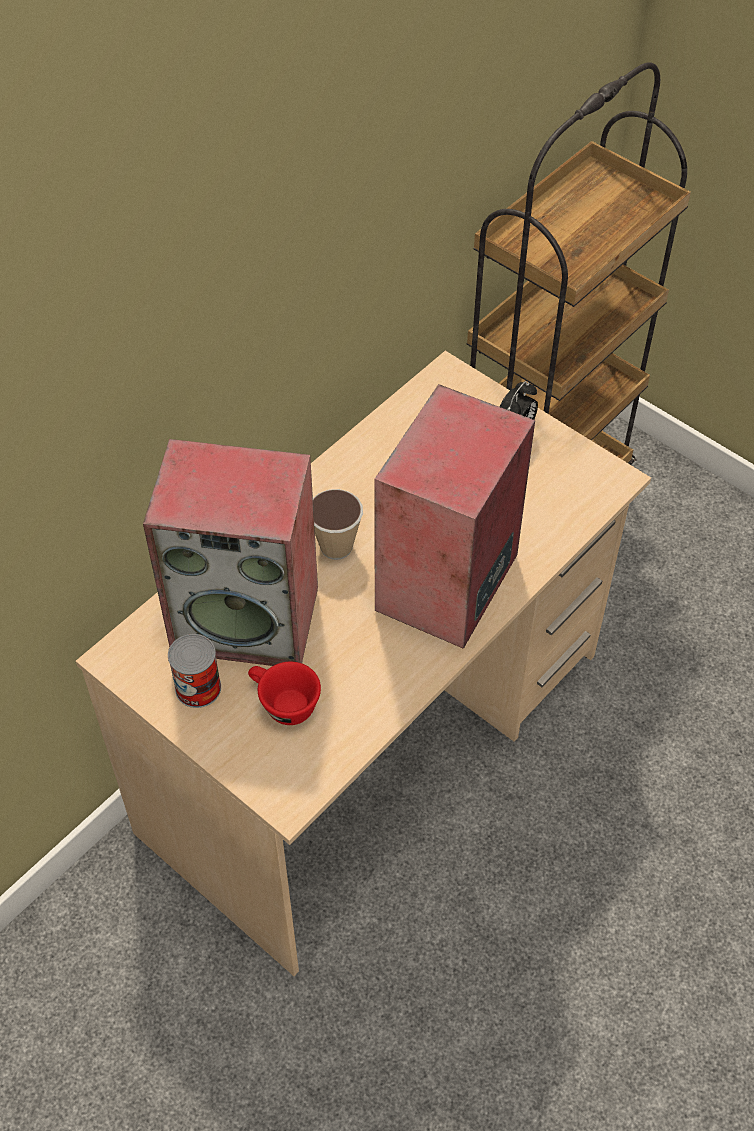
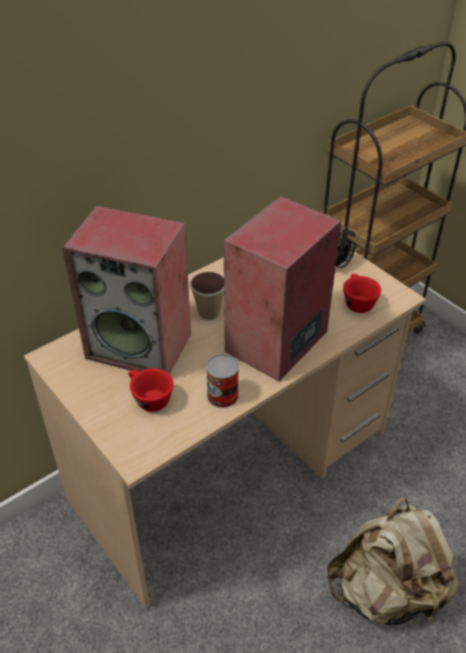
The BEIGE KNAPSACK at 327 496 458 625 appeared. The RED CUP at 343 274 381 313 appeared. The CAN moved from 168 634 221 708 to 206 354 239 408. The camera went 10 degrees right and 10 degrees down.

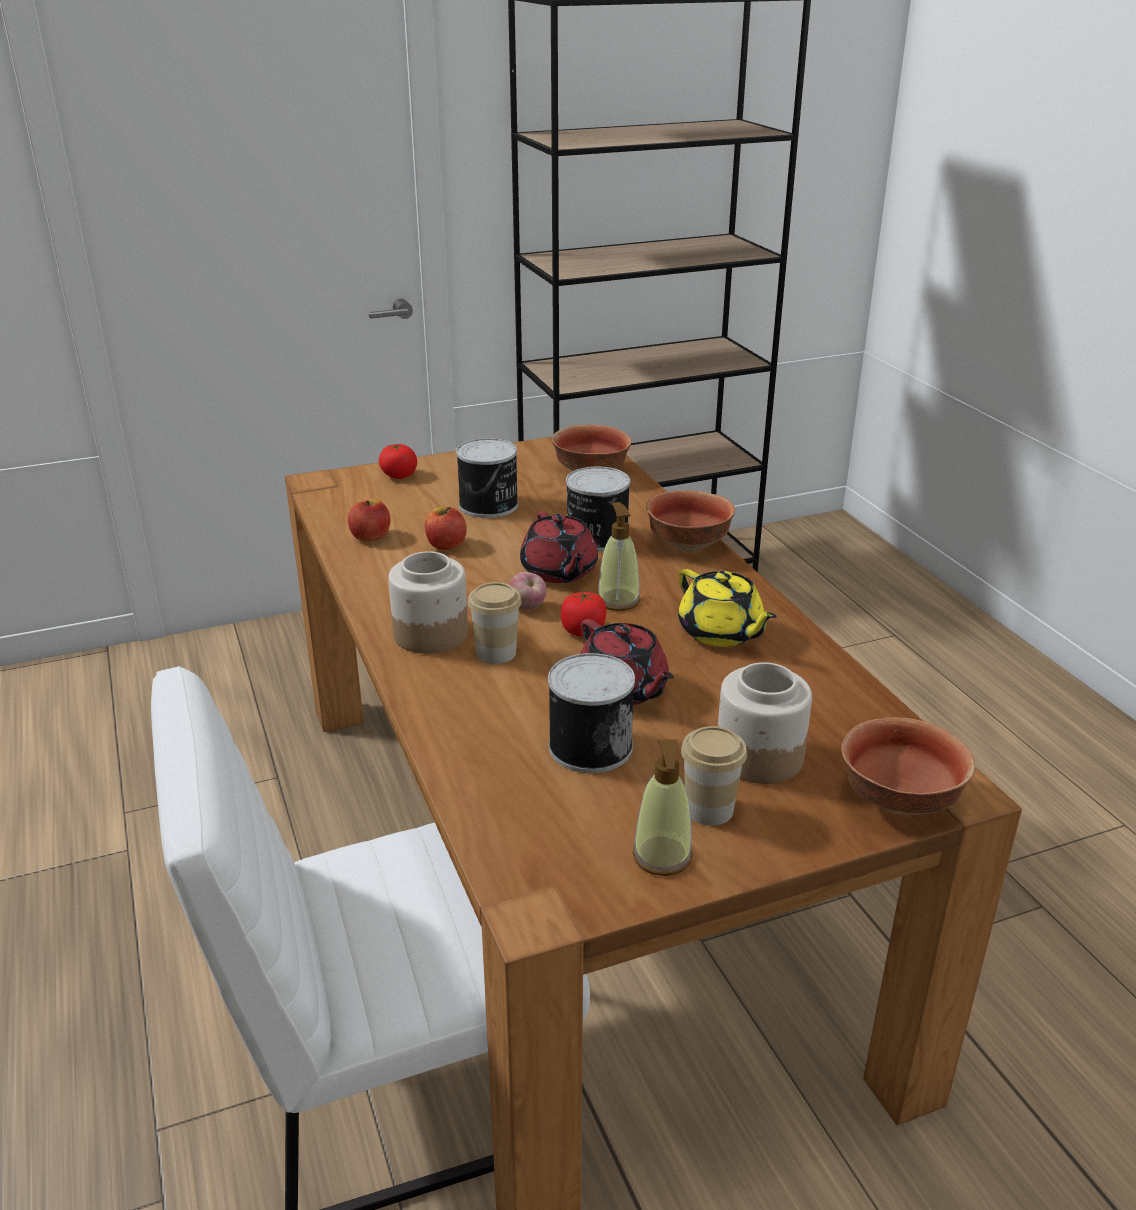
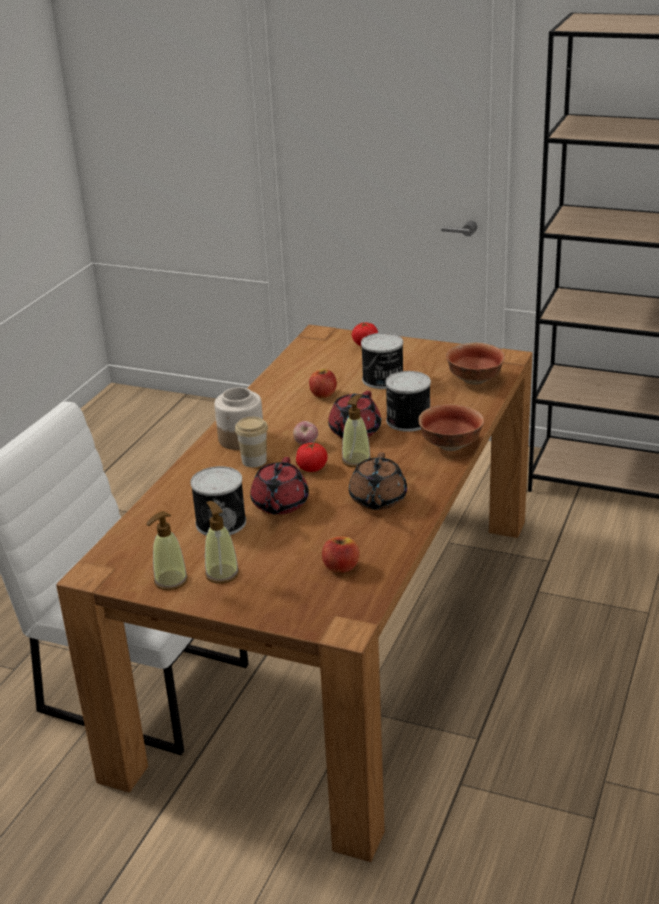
The PRESERVE JAR at 718 662 812 784 disappeared. The DEEP DISH at 841 717 975 815 disappeared. The APPLE moved from 348 499 391 542 to 322 536 360 573. The CUP at 681 726 747 826 was replaced by the SOAP BOTTLE at 205 501 239 584. The YELLOWISH TEAPOT at 678 569 777 647 became the BROWN-COLOURED TEAPOT at 349 452 407 510. The camera went 45 degrees right and 0 degrees up.

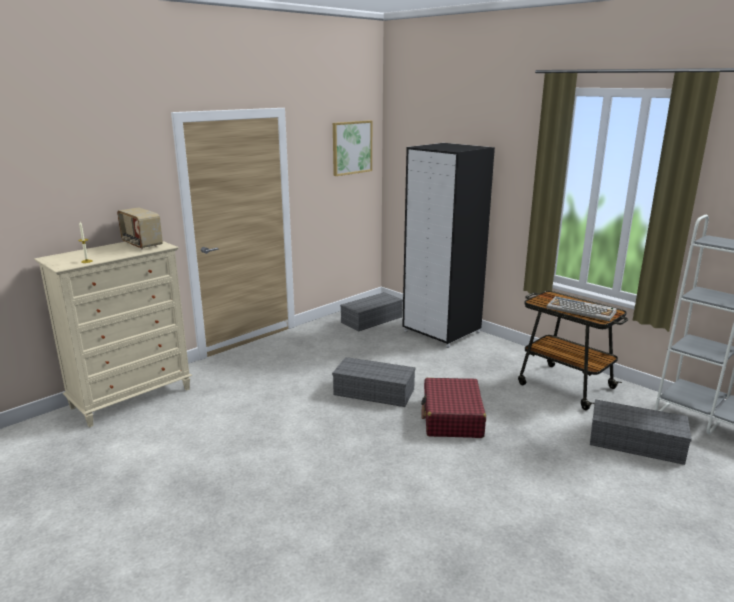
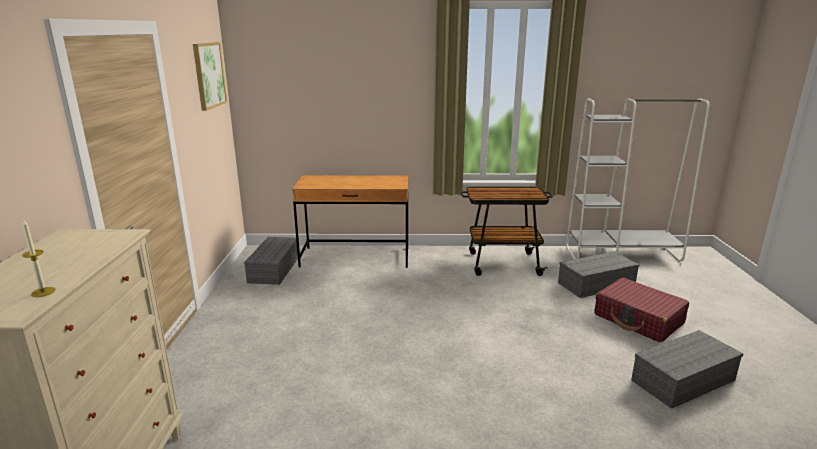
The RADIO at 117 207 163 250 disappeared. The KEYBOARD at 547 296 617 321 disappeared. The GRAY STORAGE CONTAINER moved from 332 357 416 407 to 631 330 743 409. The RED SUITCASE moved from 421 378 486 438 to 594 277 689 343. The WARDROBE at 402 143 495 348 was replaced by the BROWN-COLOURED DESK at 292 175 408 268. The camera went 45 degrees left and 0 degrees up.

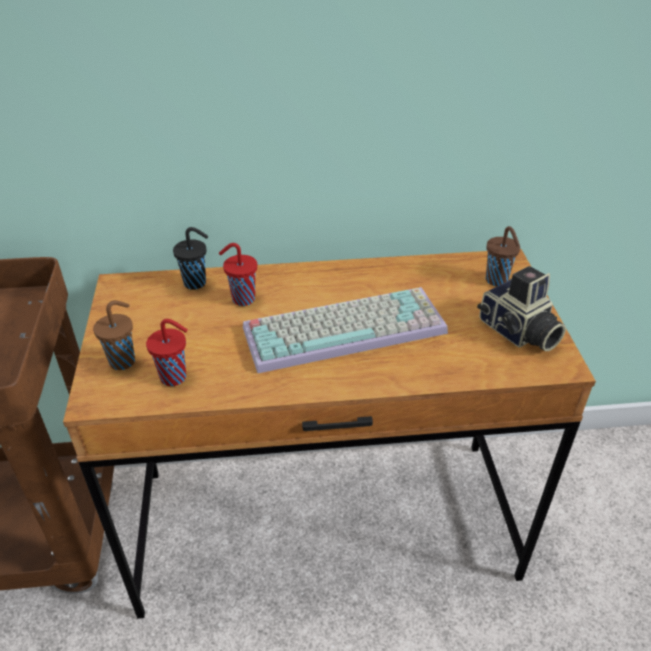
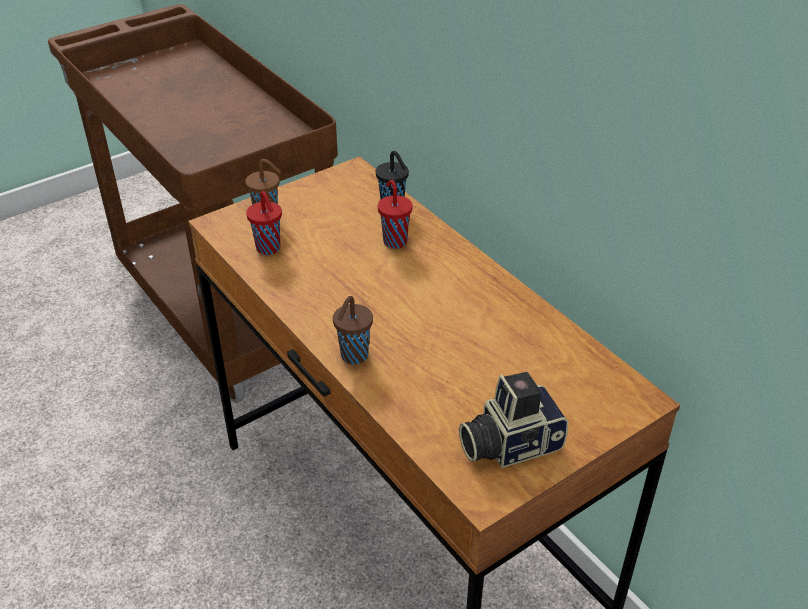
The KEYBOARD at 243 287 448 373 disappeared. The BROWN-COLOURED CUP moved from 486 226 520 286 to 333 296 373 364. The PHOTO CAMERA at 477 266 566 351 turned 45 degrees clockwise. The camera went 60 degrees right and 0 degrees up.

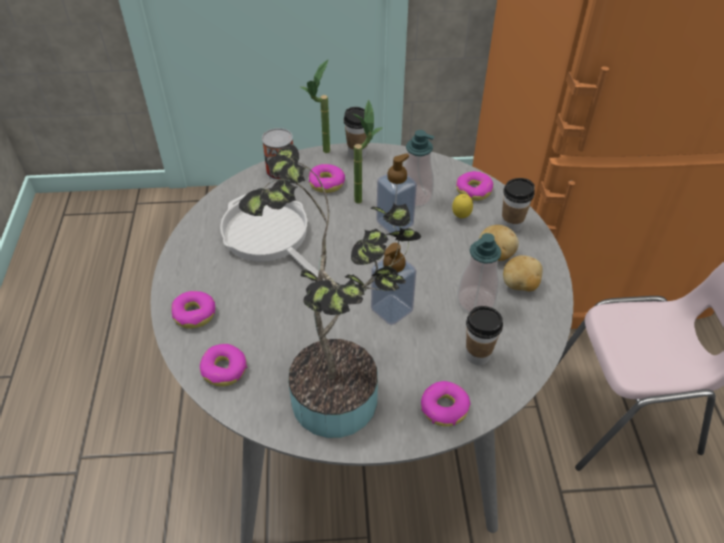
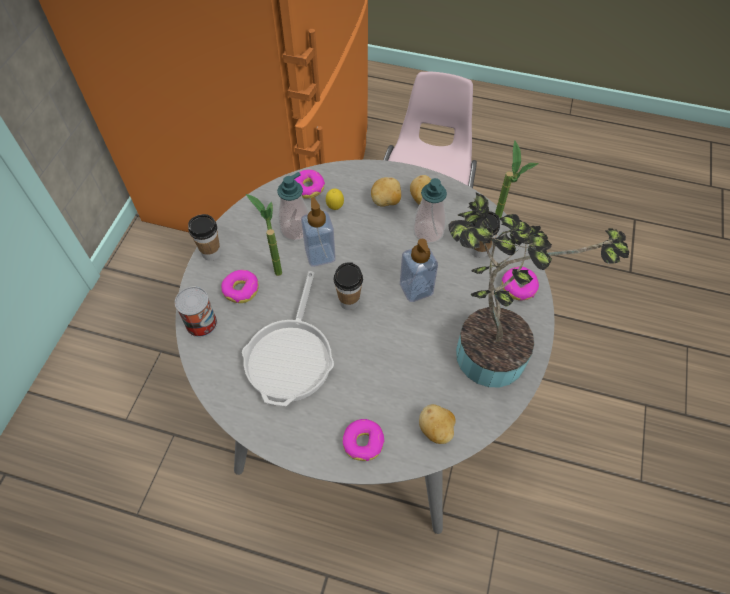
The POTTED PLANT moved from 301 60 330 153 to 495 141 539 218. The CUP moved from 501 178 535 232 to 334 262 363 310. The DOUGHNUT at 200 344 247 387 was replaced by the WHOLE POTATO at 419 404 456 444. The PAN at 220 194 325 280 turned 60 degrees counterclockwise. The camera went 70 degrees left and 10 degrees up.

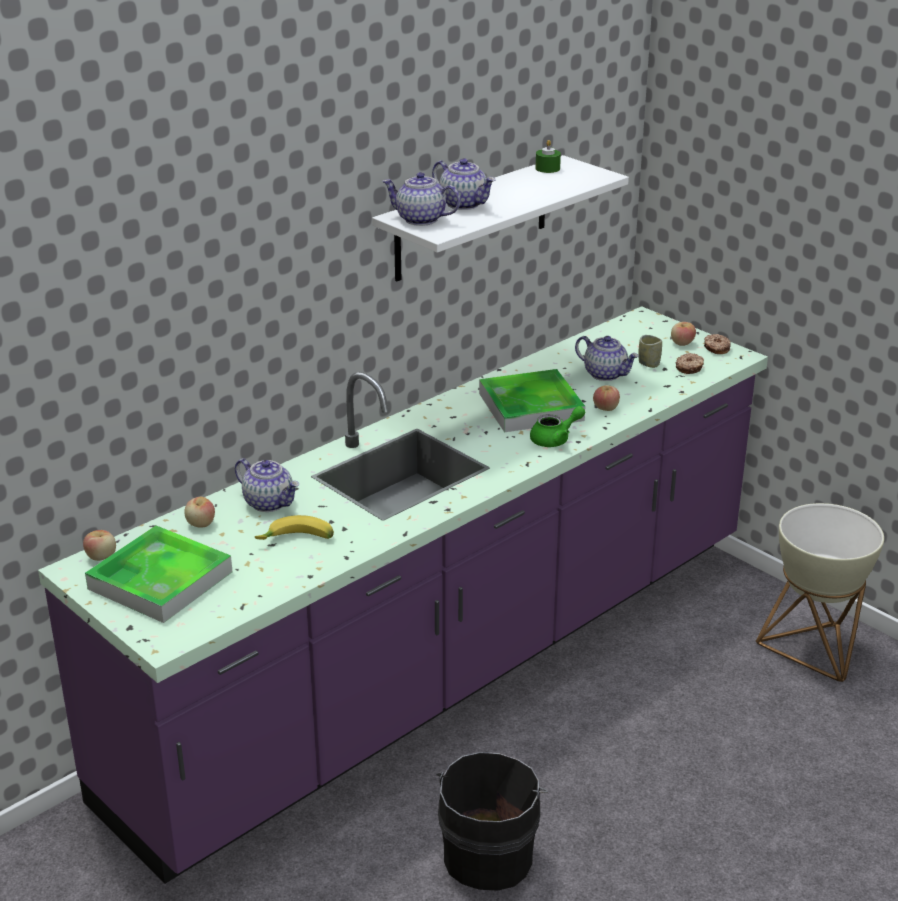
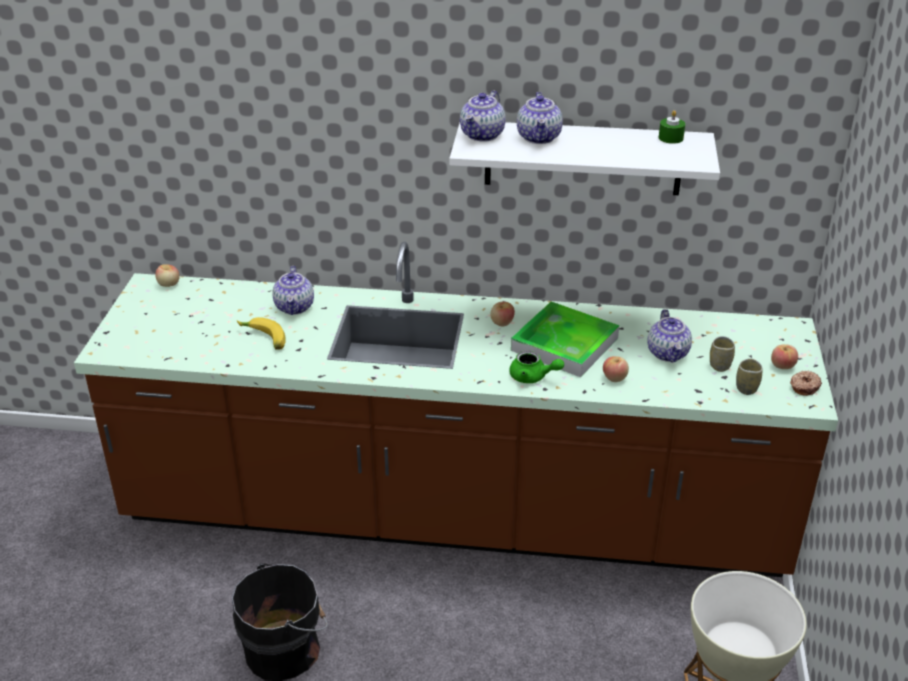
The CARRYING TRAY at 85 525 232 623 disappeared. The APPLE moved from 184 497 215 528 to 490 302 515 326. The DOUGHNUT at 676 353 704 374 was replaced by the CUP at 736 358 763 395. The PURPLISH KITCHEN COUNTER at 38 306 768 884 became the BROWN-COLOURED KITCHEN COUNTER at 74 242 838 577. The TEAPOT at 382 172 461 226 turned 135 degrees counterclockwise. The camera went 50 degrees right and 5 degrees up.

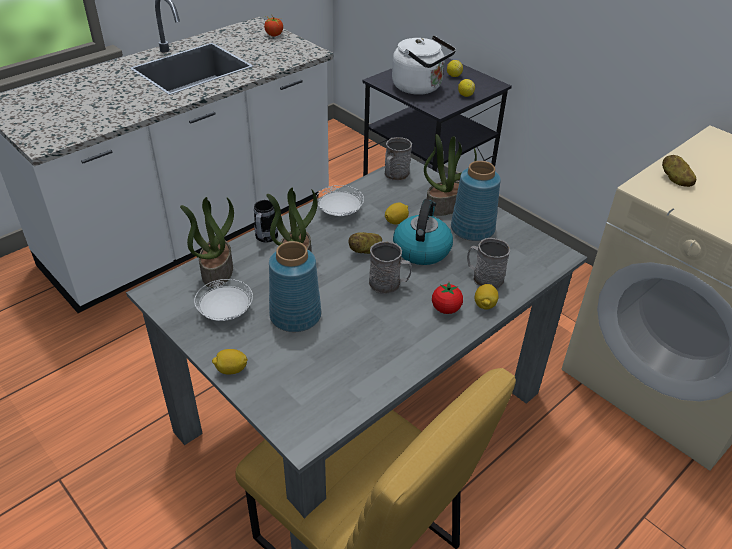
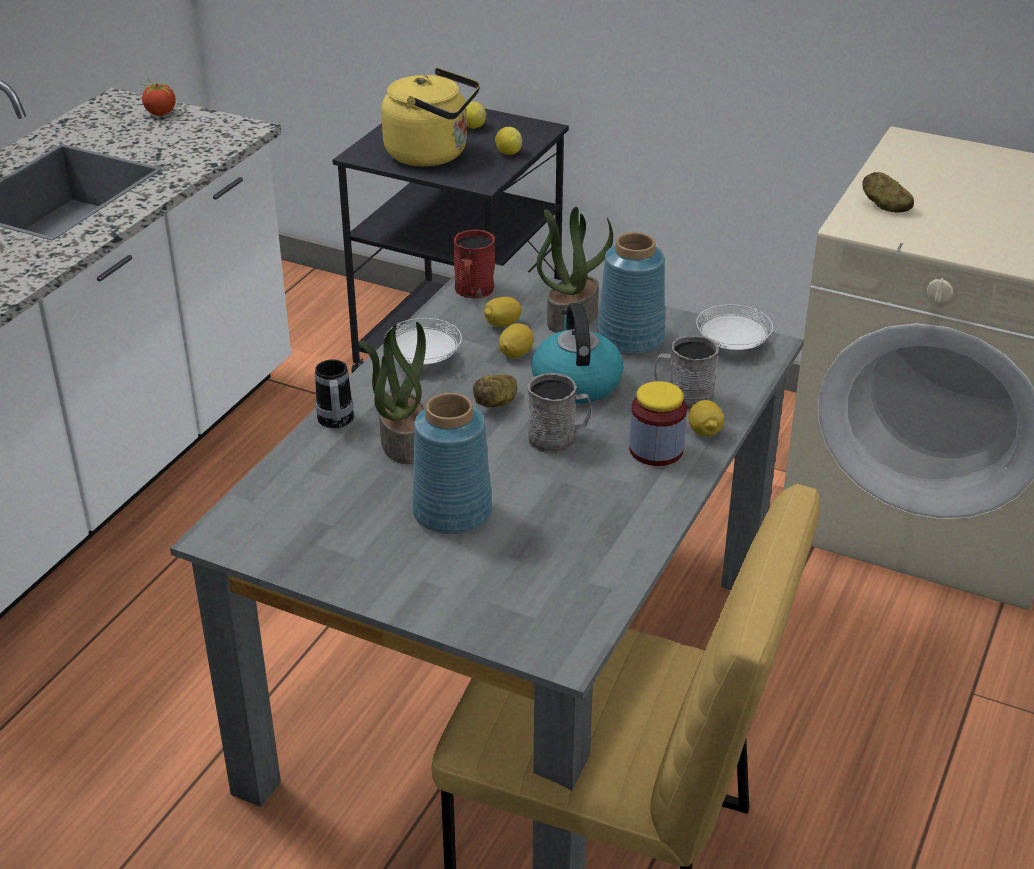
The POTTED PLANT at 180 197 234 288 disappeared. The WHITISH PLATE moved from 194 279 253 321 to 696 304 773 350. The LEMON moved from 212 349 248 375 to 484 297 521 327. The FRESH TOMATO at 432 282 463 314 was replaced by the PRESERVE JAR at 630 381 687 466. The GRAY MUG at 385 137 412 181 became the RED MUG at 454 229 495 298. The WHITISH KETTLE at 392 35 456 95 became the YELLOWISH KETTLE at 381 68 480 167. The camera went 20 degrees left and 5 degrees down.

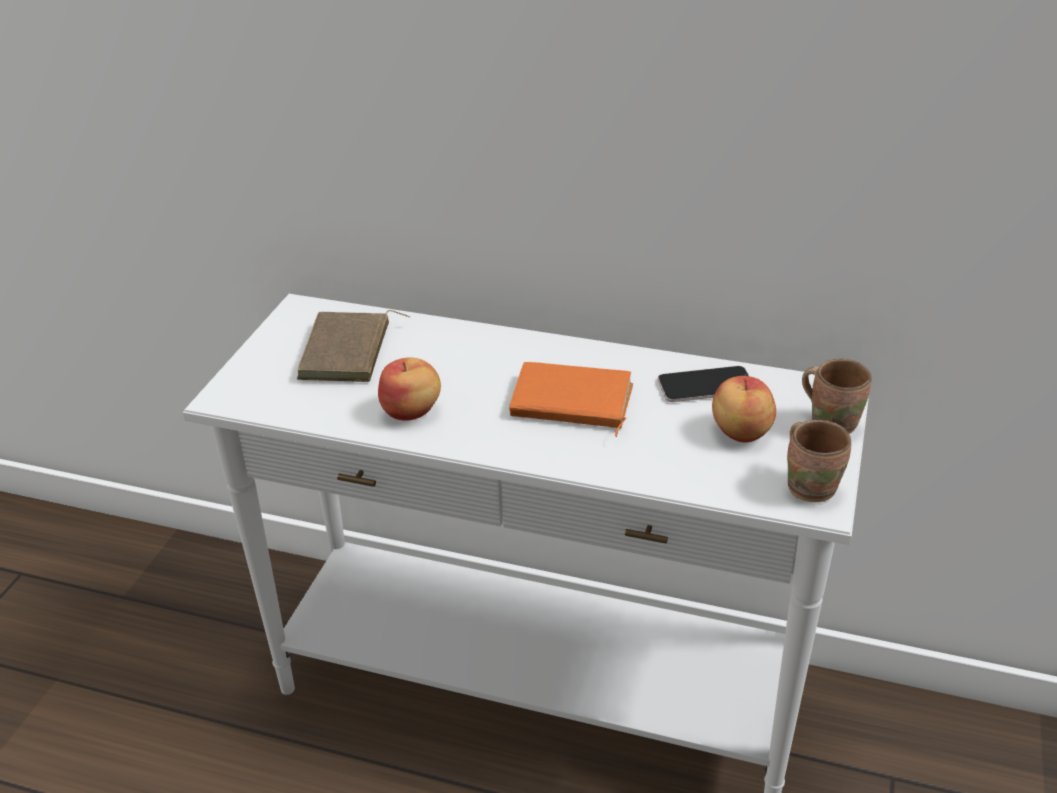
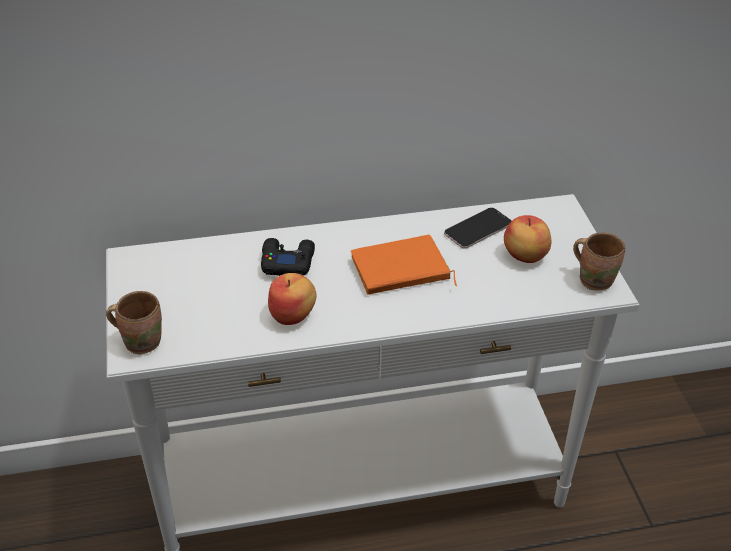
The BROWN-COLOURED BOUND BOOK at 297 310 410 382 disappeared. The BLACK-COLOURED JOYPAD at 261 238 315 276 appeared. The BROWN-COLOURED MUG moved from 802 358 871 434 to 106 291 162 354. The camera went 30 degrees left and 5 degrees up.

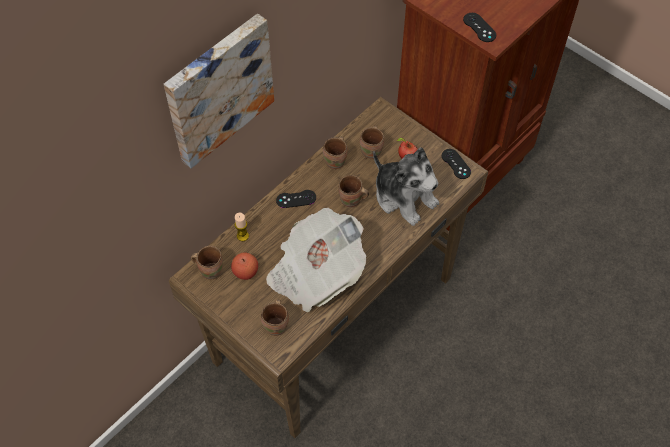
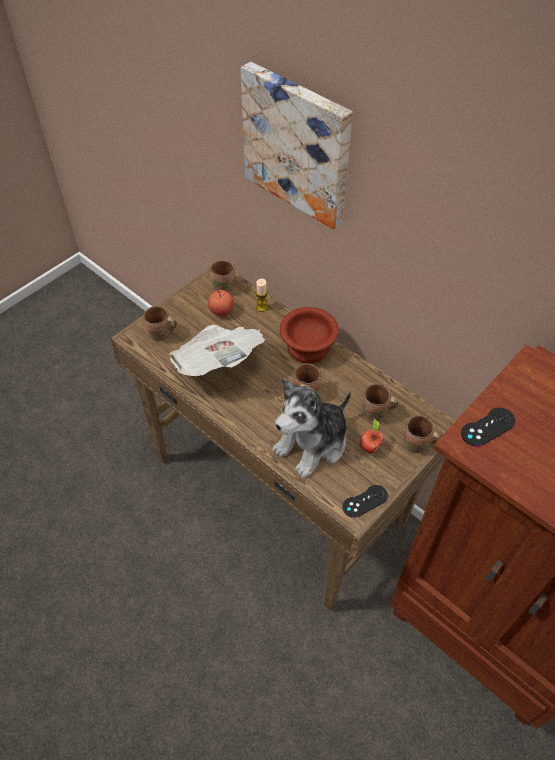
The BROWN-COLOURED MUG moved from 323 137 348 170 to 404 415 441 453. The BLACK-COLOURED JOYPAD at 276 190 316 208 was replaced by the BROWN-COLOURED DEEP DISH at 280 307 339 363. The camera went 90 degrees right and 5 degrees down.

